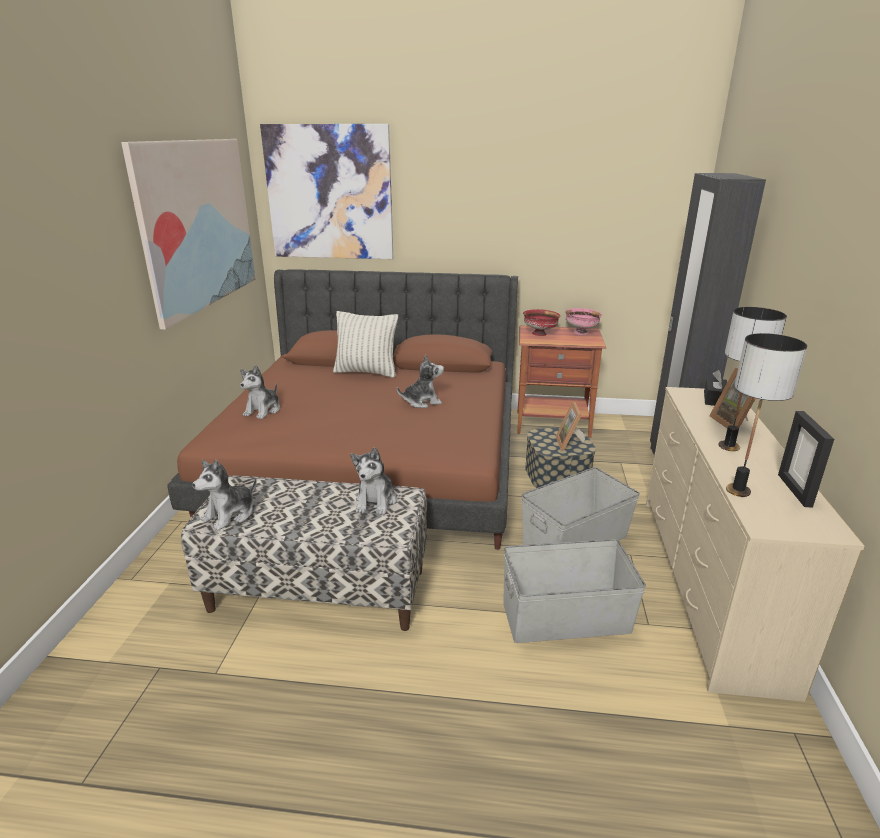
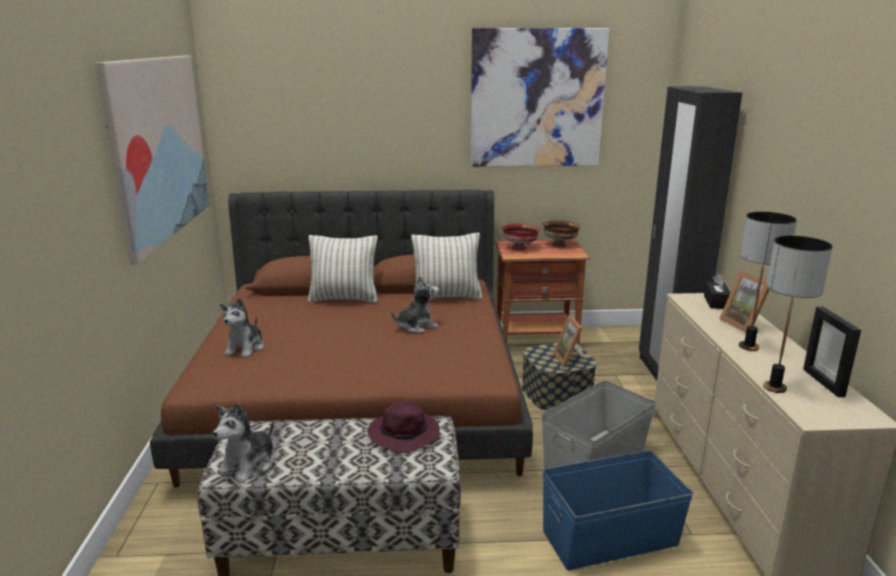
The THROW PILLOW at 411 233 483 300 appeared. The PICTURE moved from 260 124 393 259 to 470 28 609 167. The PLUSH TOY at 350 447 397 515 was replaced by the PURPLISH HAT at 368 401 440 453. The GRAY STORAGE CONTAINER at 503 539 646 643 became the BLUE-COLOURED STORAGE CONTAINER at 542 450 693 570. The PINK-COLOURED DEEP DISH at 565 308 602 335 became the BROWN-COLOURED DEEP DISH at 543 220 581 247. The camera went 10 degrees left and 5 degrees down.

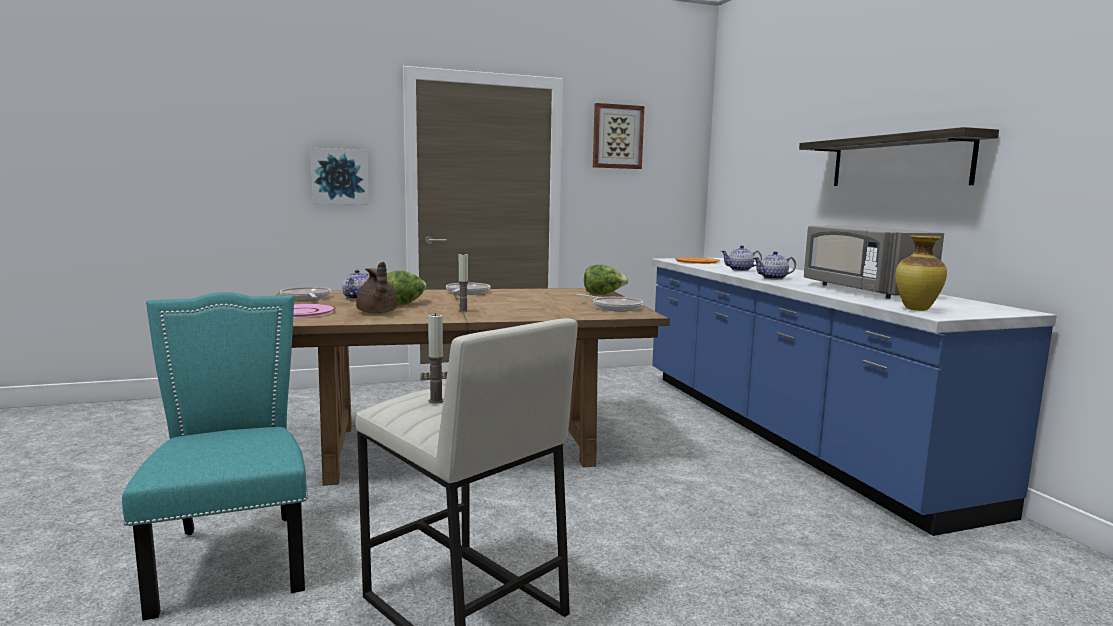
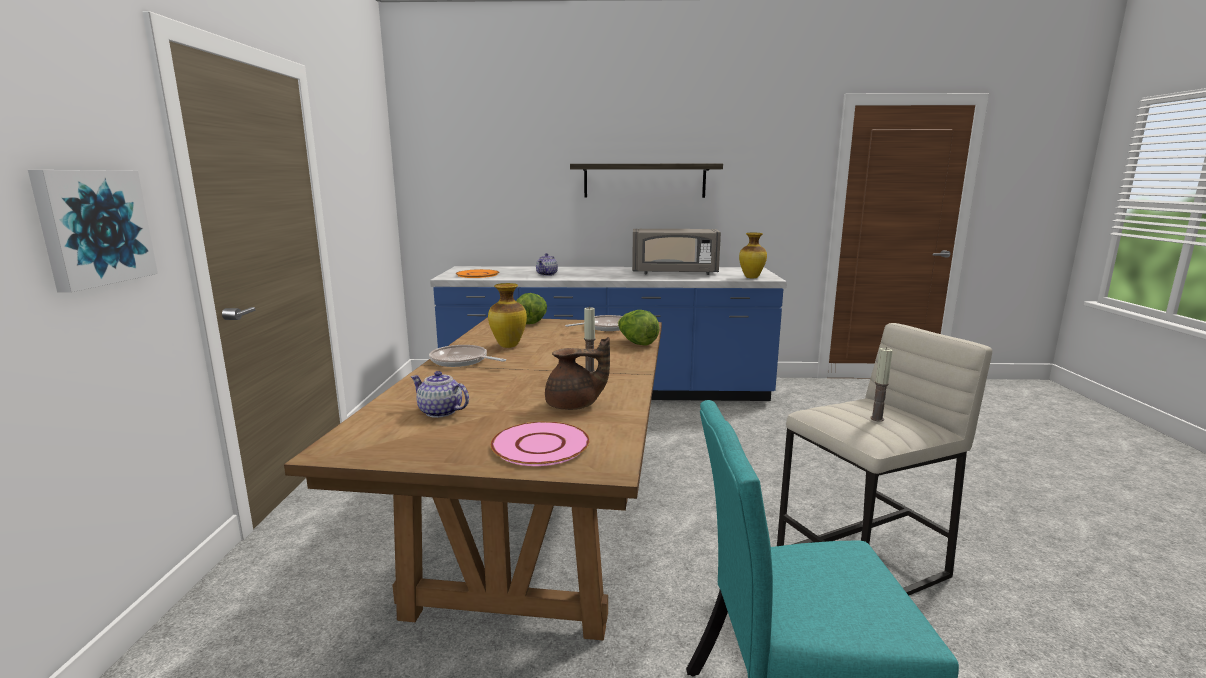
The PAN at 280 287 331 300 disappeared. The PICTURE at 593 103 644 169 disappeared. The TEAPOT at 754 251 796 280 disappeared. The VASE at 488 283 527 348 appeared. The LETTUCE HEAD moved from 387 270 427 305 to 618 310 660 345. The camera went 70 degrees left and 5 degrees up.

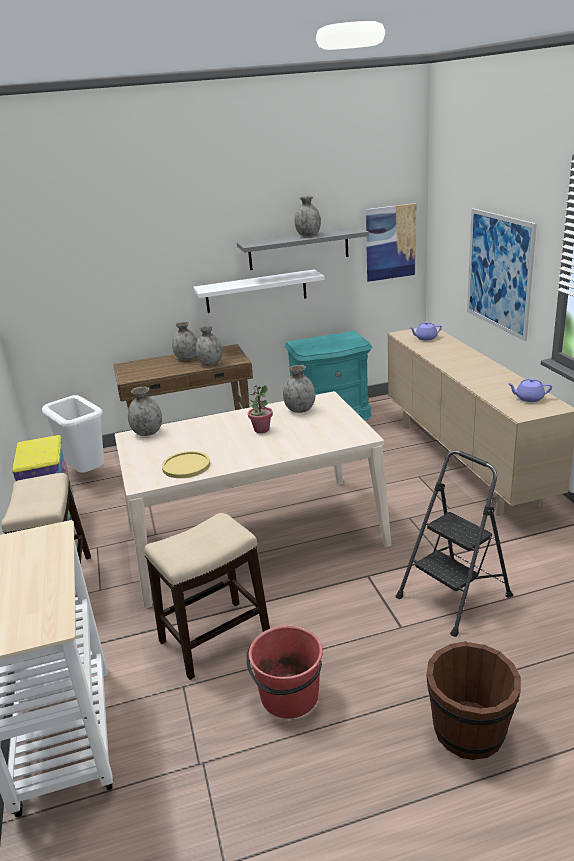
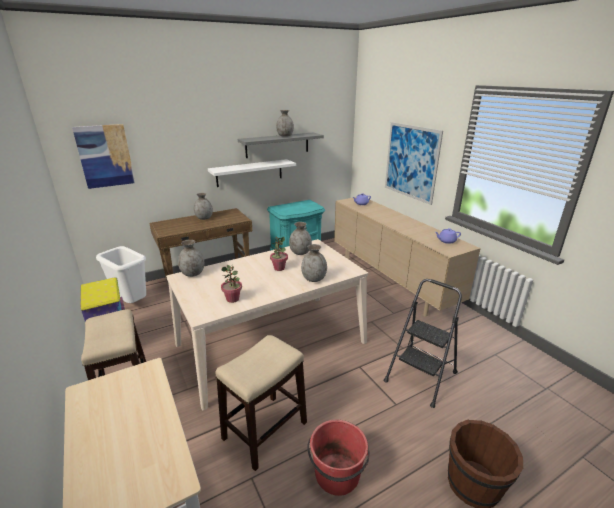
The GRAY VASE moved from 195 326 223 365 to 301 244 327 282. The PICTURE moved from 366 203 417 282 to 72 124 135 189. The YELLOWISH PLATE at 162 451 210 478 was replaced by the POTTED PLANT at 221 265 242 303. The camera went 15 degrees left and 0 degrees up.

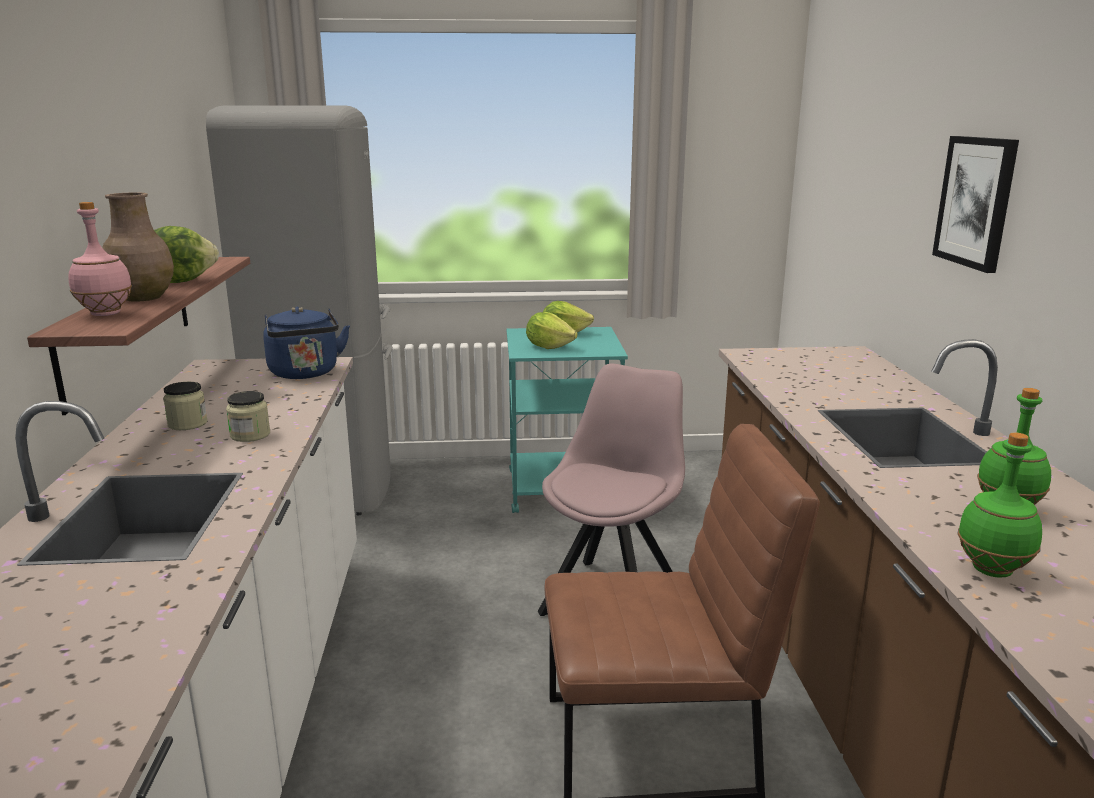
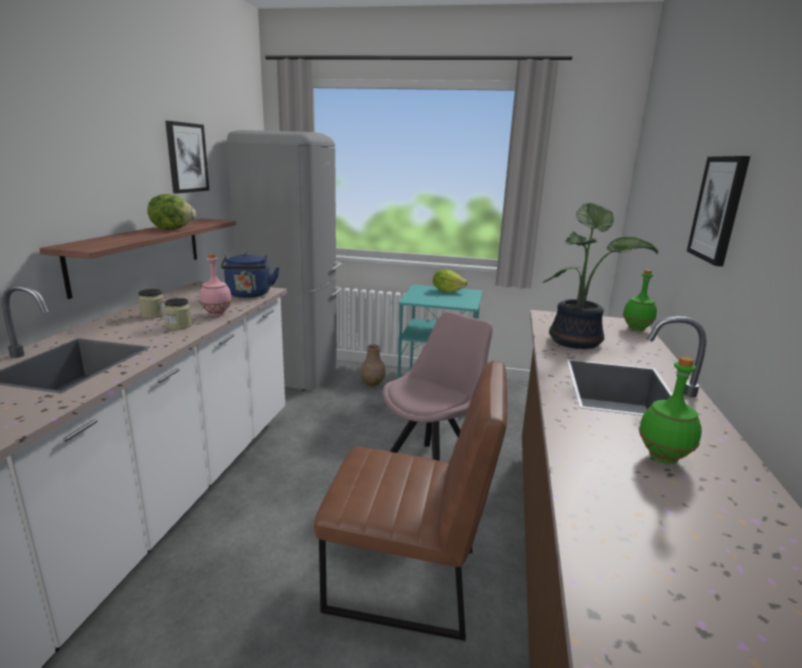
The LETTUCE HEAD at 526 312 578 349 disappeared. The PICTURE at 165 121 209 194 appeared. The POTTED PLANT at 543 203 658 349 appeared. The PINK-COLOURED BOTTLE moved from 68 202 132 316 to 199 254 232 316. The BROWN-COLOURED VASE moved from 102 192 174 302 to 361 344 386 386. The GREEN BOTTLE moved from 957 432 1042 578 to 623 270 657 331. The camera went 15 degrees right and 0 degrees up.

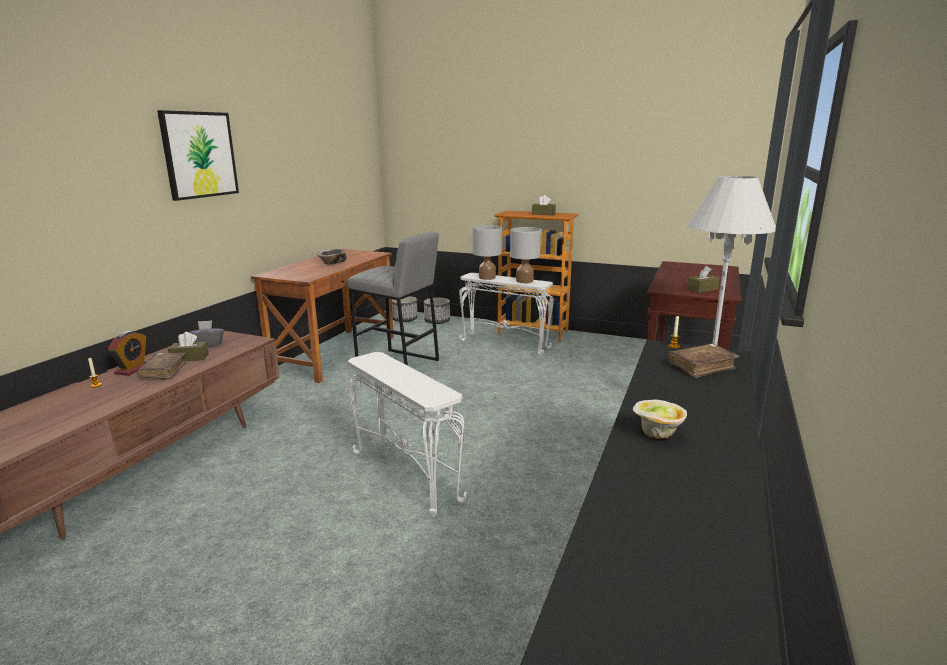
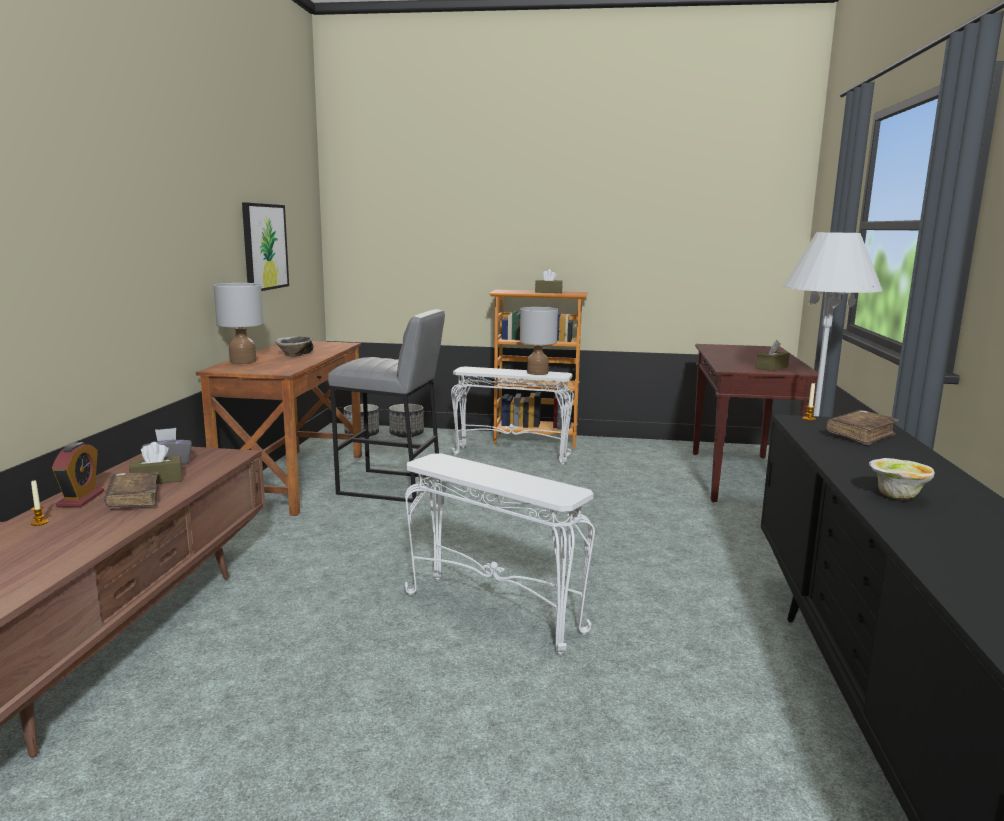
The PICTURE moved from 157 110 239 201 to 242 203 289 291. The GRAY TABLETOP LAMP moved from 472 225 502 280 to 213 283 263 364. The camera went 15 degrees left and 5 degrees down.

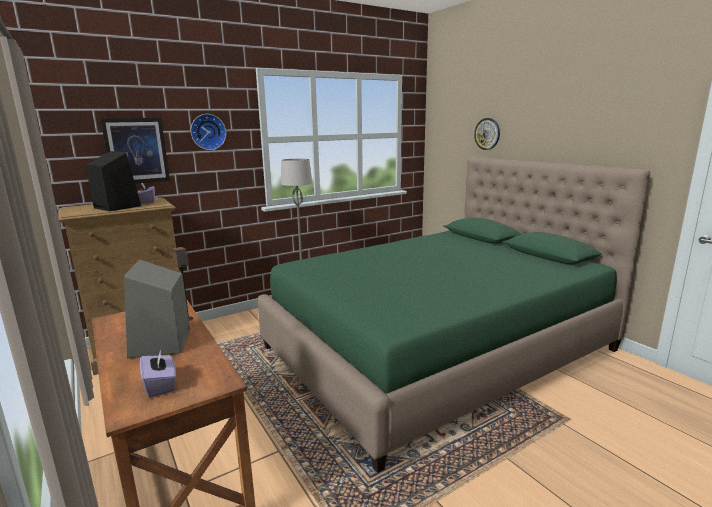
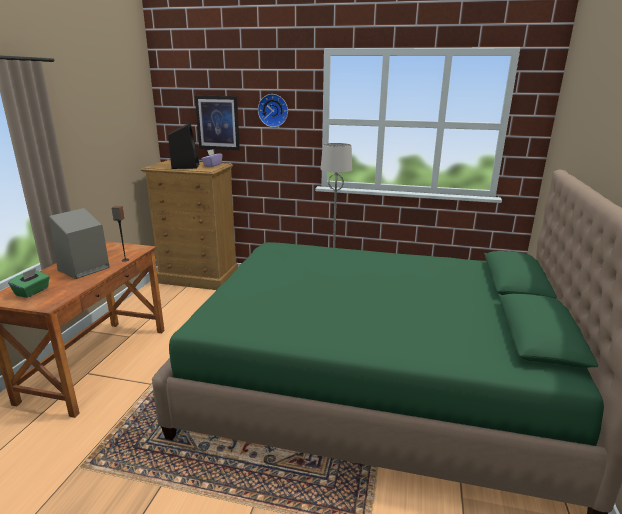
The WALL CLOCK at 474 118 500 150 disappeared. The PURPLISH TISSUE HOLDER at 140 349 176 398 became the GREEN TISSUE HOLDER at 8 268 50 298. The camera went 45 degrees right and 5 degrees up.

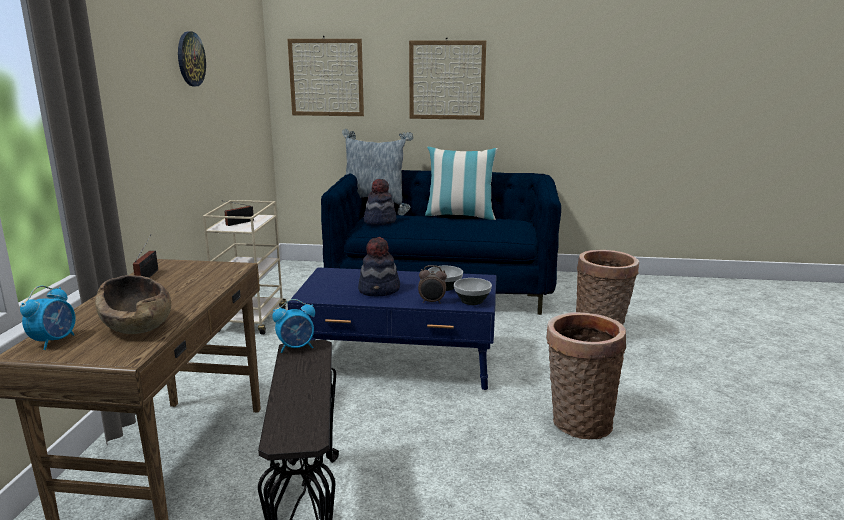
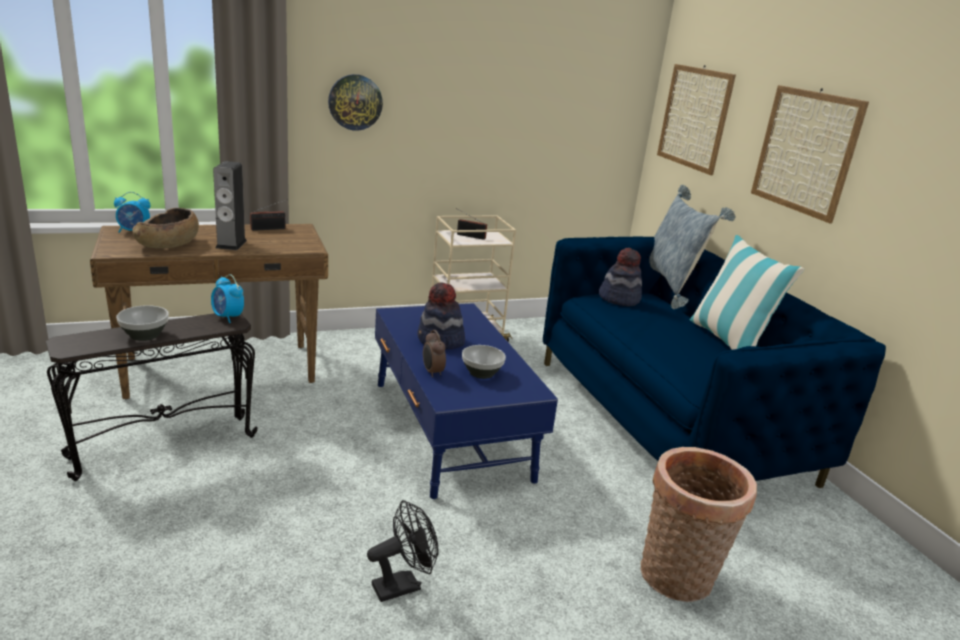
The SPEAKER at 213 161 247 250 appeared. The WALL CLOCK moved from 178 31 206 86 to 328 74 383 131. The DEEP DISH moved from 454 278 492 305 to 116 305 169 341. The HOUSEHOLD BASKET at 546 312 626 439 was replaced by the BLACK-COLOURED COOLING FAN at 367 500 439 602. The camera went 60 degrees right and 5 degrees up.

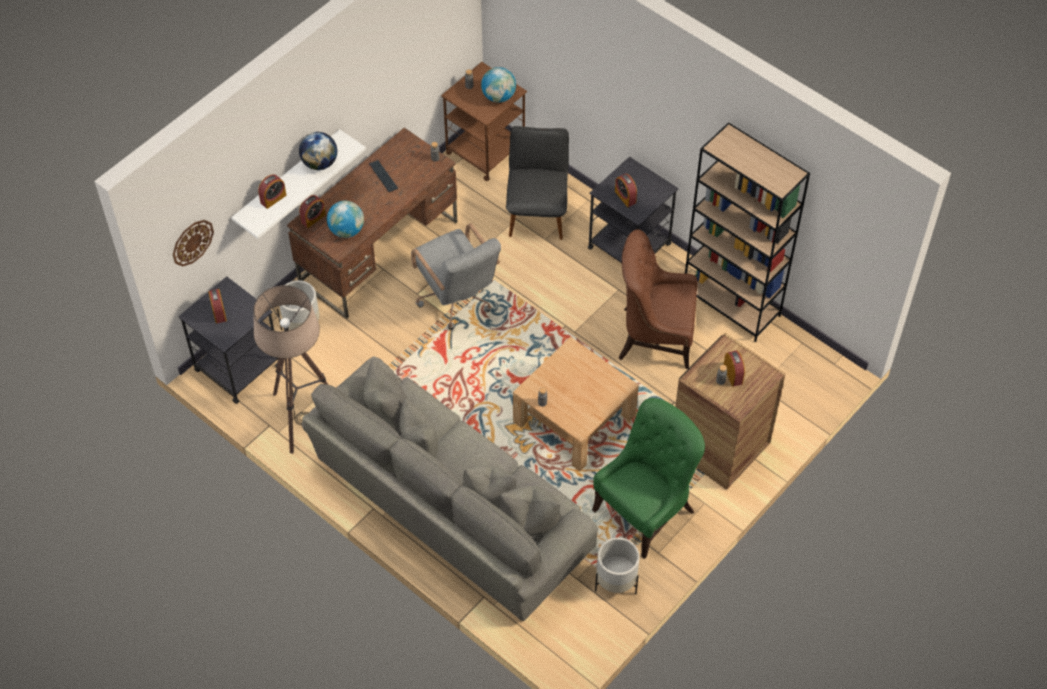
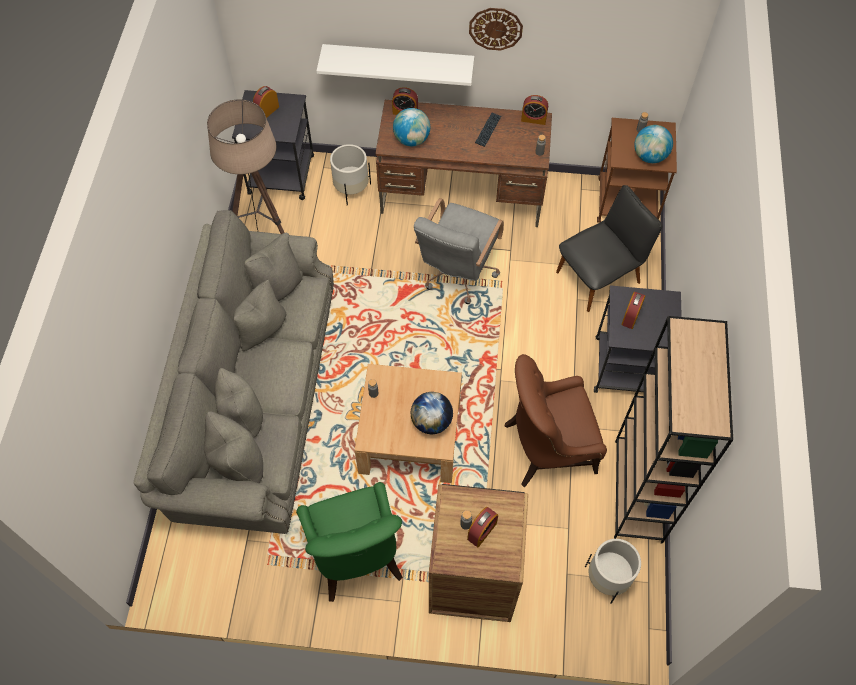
The WALL CLOCK moved from 173 220 214 267 to 469 8 523 51. The ALARM CLOCK moved from 258 174 286 209 to 521 95 548 125. The GLOBE moved from 299 132 337 170 to 411 392 453 434. The WHITISH PLANTER moved from 595 538 640 594 to 585 539 641 604. The GREEN CHAIR at 592 398 705 559 turned 60 degrees clockwise. The BROWN-COLOURED CHAIR at 619 229 698 369 turned 75 degrees counterclockwise. The camera went 55 degrees right and 5 degrees up.

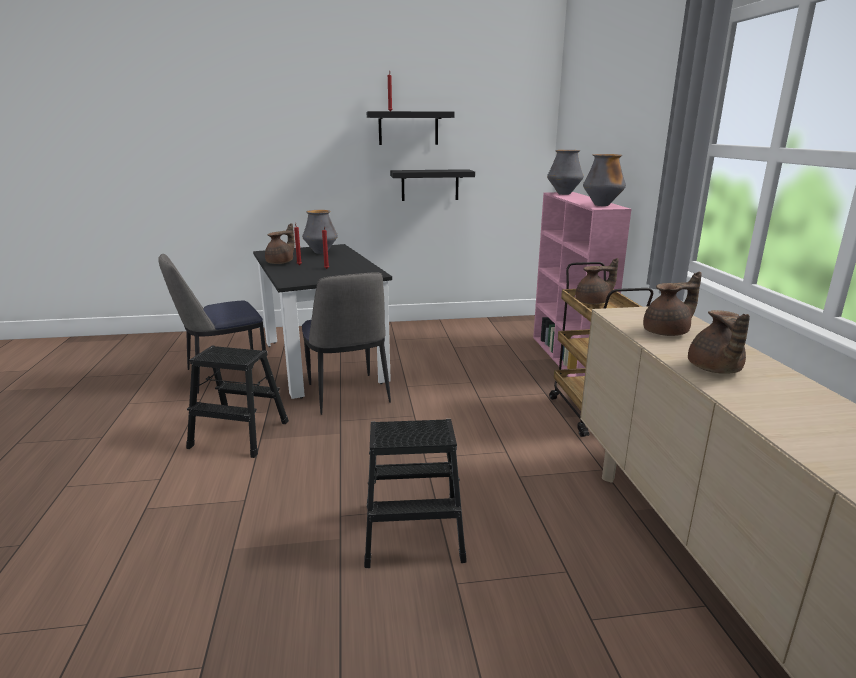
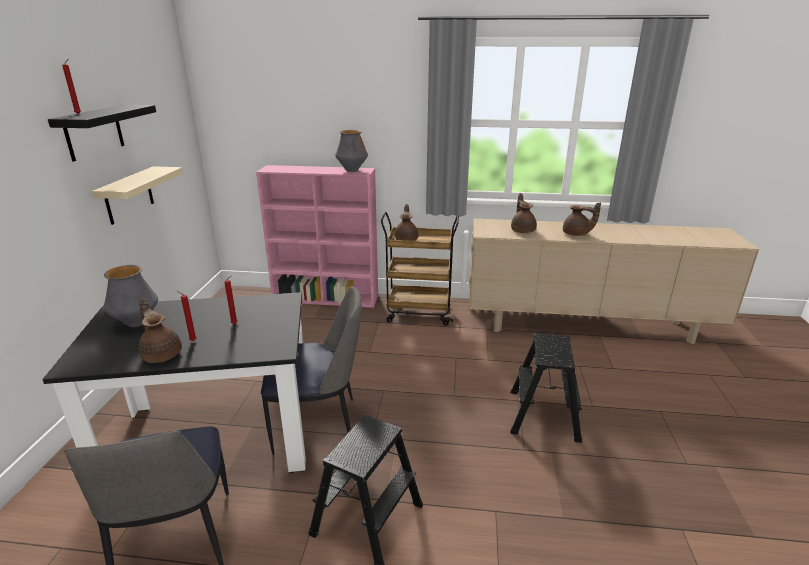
The VASE at 547 150 584 195 disappeared. The BLACK-COLOURED SHELF at 390 169 475 201 became the BEIGE SHELF at 92 166 183 225. The camera went 75 degrees left and 5 degrees up.

